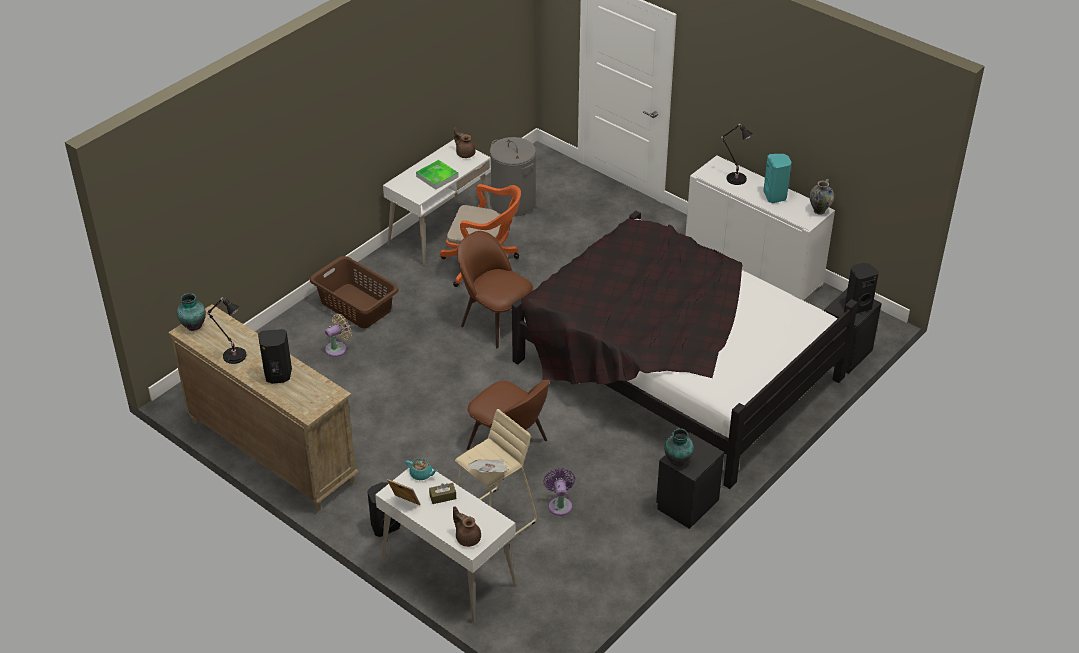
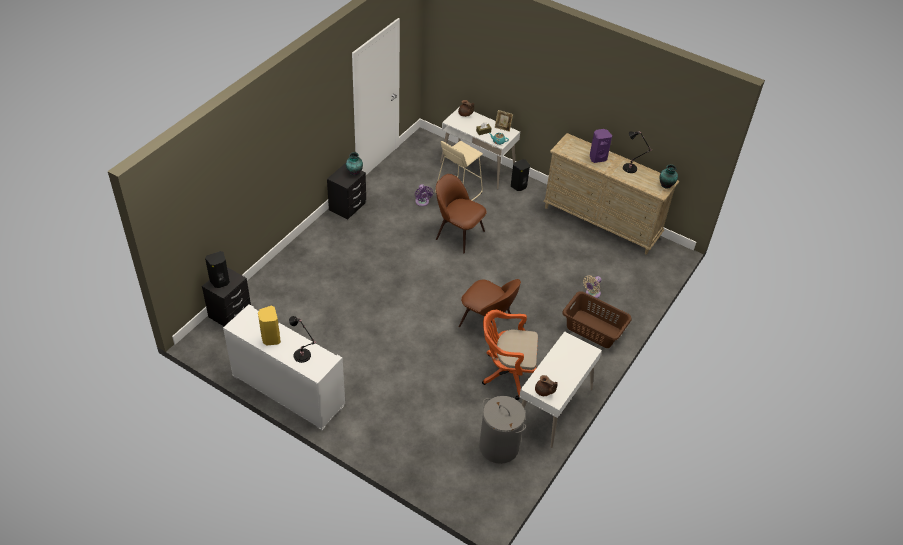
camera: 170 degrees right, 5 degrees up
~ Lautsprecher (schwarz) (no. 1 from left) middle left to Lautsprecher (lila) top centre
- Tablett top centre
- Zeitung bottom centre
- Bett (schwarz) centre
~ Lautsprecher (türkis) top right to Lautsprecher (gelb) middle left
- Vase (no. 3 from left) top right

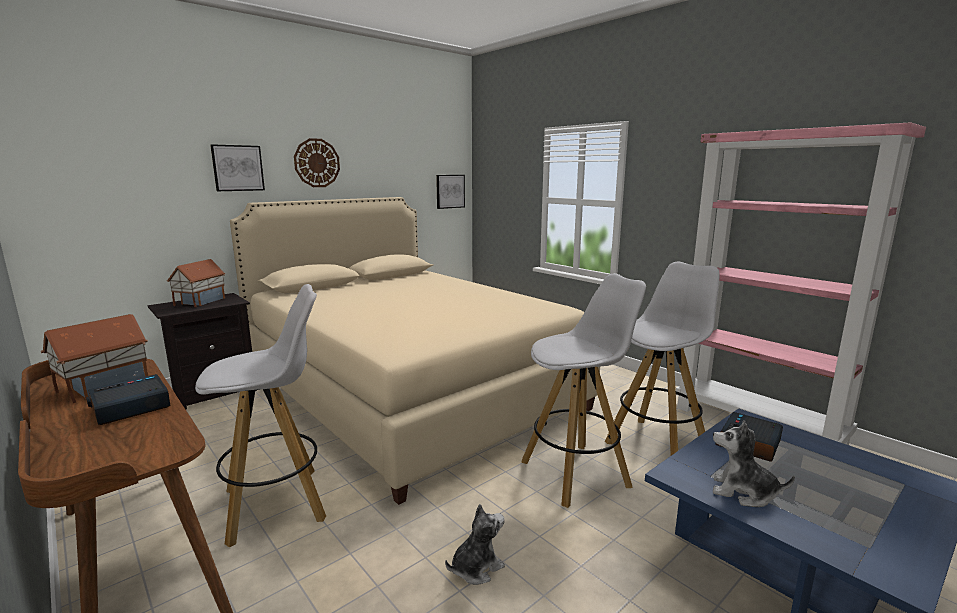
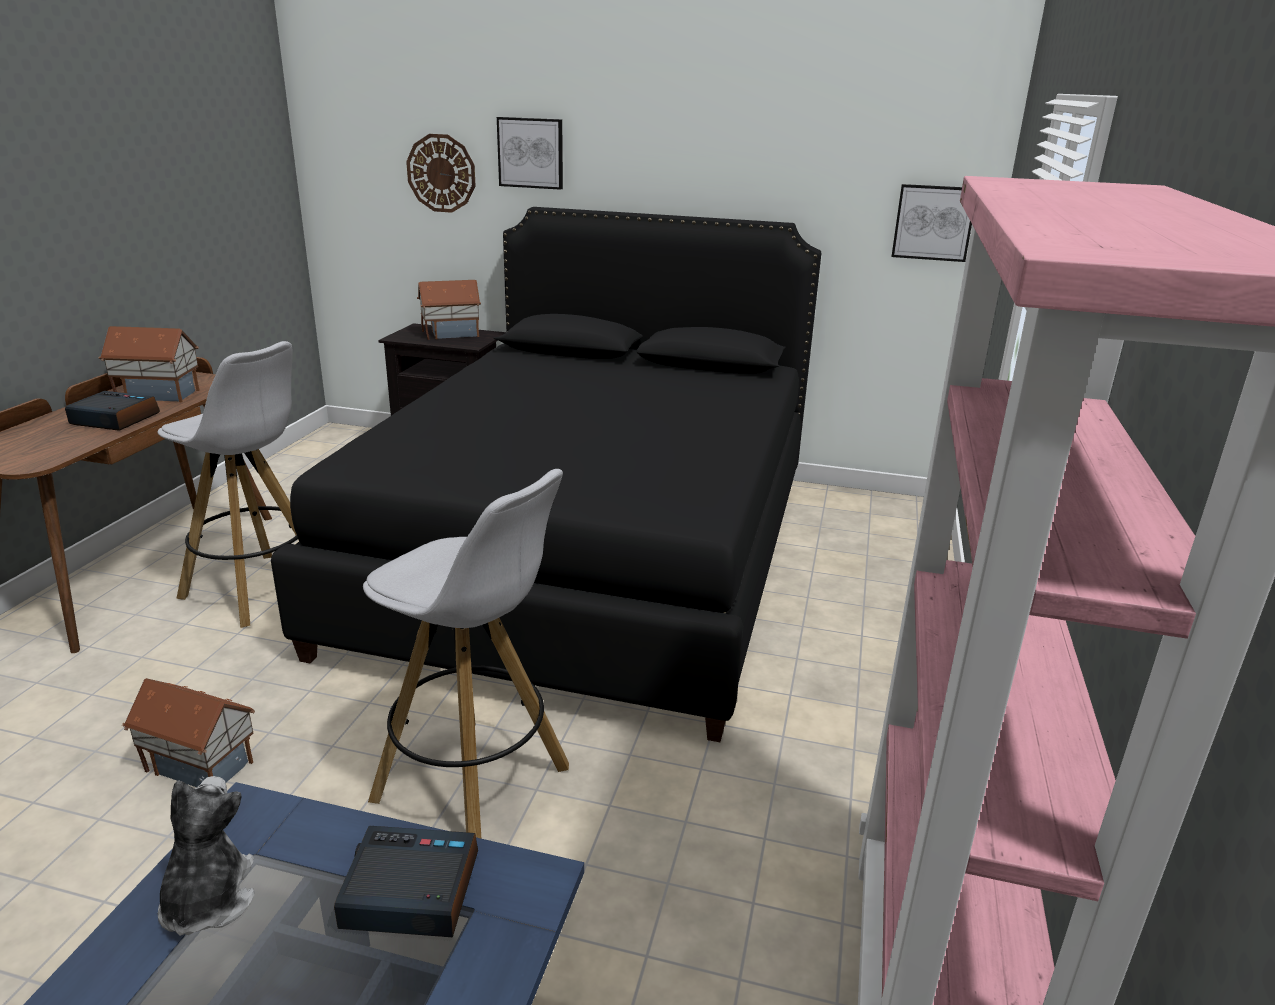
camera: 55 degrees right, 10 degrees up
~ Bett (beige) centre to Bett (schwarz) centre
~ Wanduhr top left to top centre
~ Plüschtier (no. 1 from left) bottom centre to Spielzeughaus (no. 2 from left) bottom left
- Hocker (weiß) (no. 3 from left) middle right

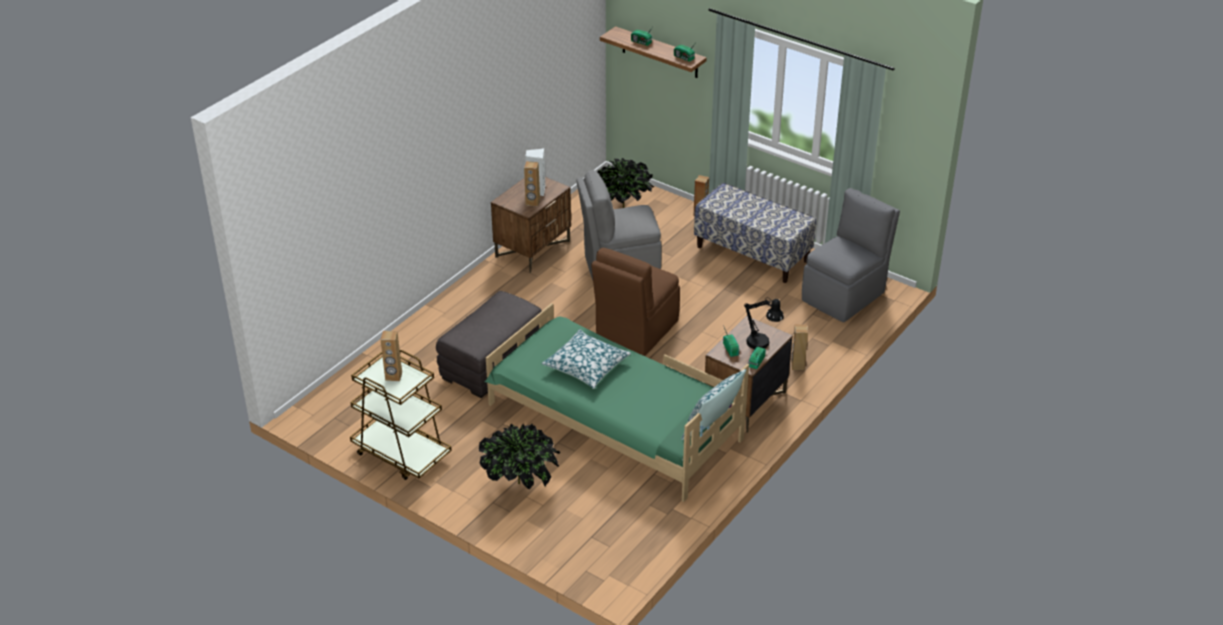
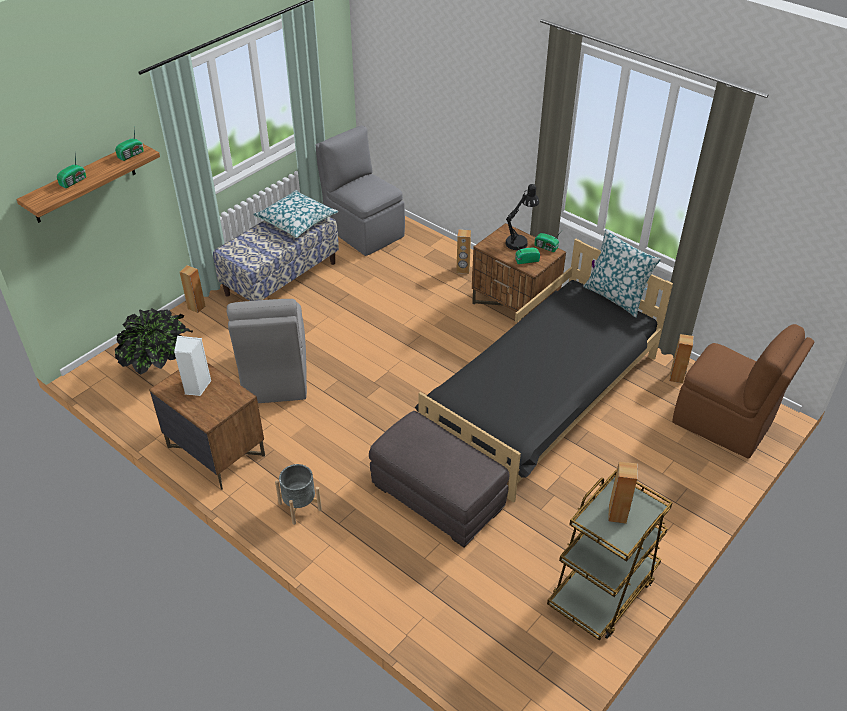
camera: 85 degrees left, 5 degrees up
- Topfpflanze (no. 1 from left) bottom centre
~ Bett (grün) centre to Bett (schwarz) centre
~ Lautsprecher (braun) (no. 2 from left in the first image) top centre to Lautsprecher (braun) (no. 4 from left) middle right
~ Kissen (no. 1 from left) centre to top centre
~ Stuhl (braun) centre to middle right
+ Pflanzkübel (grau) bottom centre

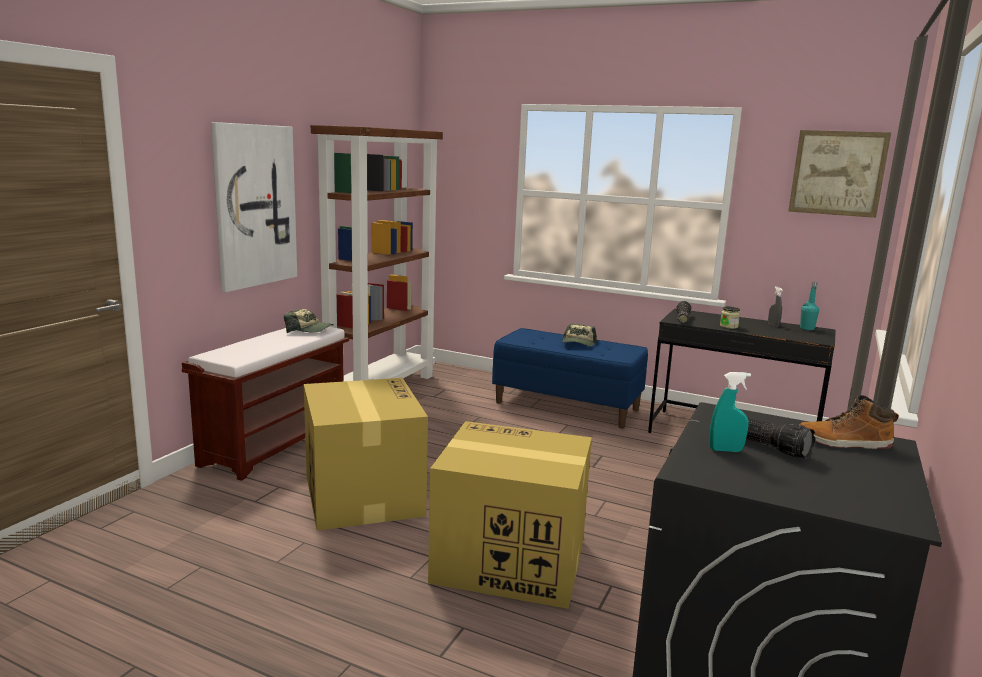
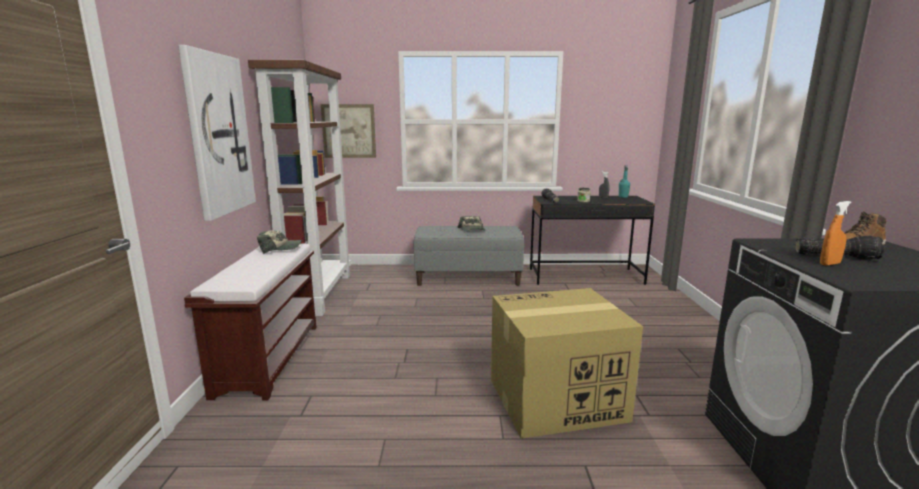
camera: 25 degrees left, 0 degrees up
- Karton (no. 1 from left) bottom centre
~ Bank (blau) centre to Bank (grau) centre
~ Sprühflasche (türkis) middle right to Sprühflasche (orange) middle right
~ Bild (no. 2 from left) top right to top centre

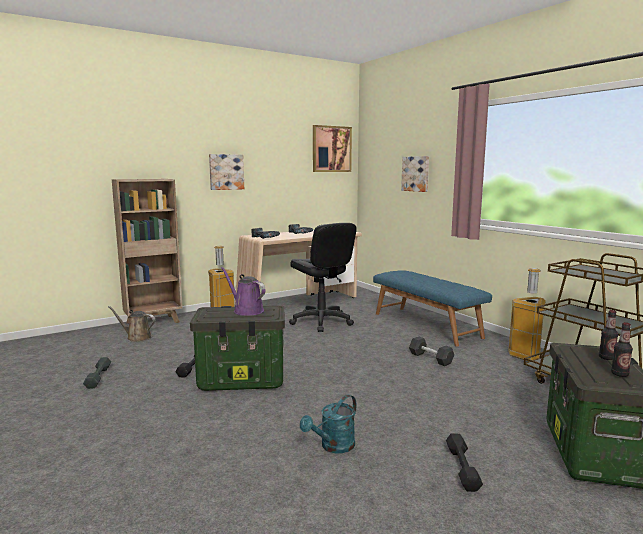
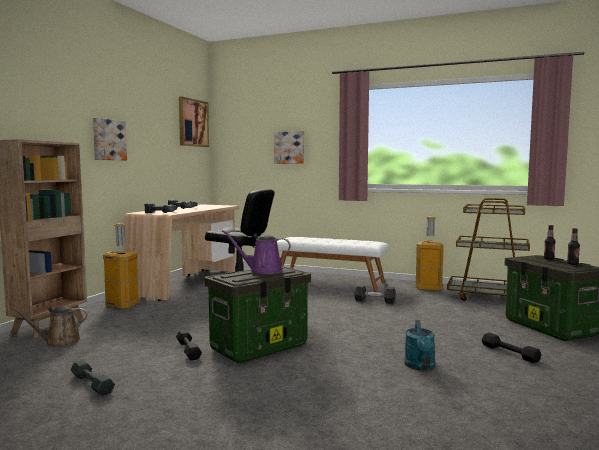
camera: 35 degrees left, 5 degrees down
~ Bank (blau) middle right to Bank (weiß) centre

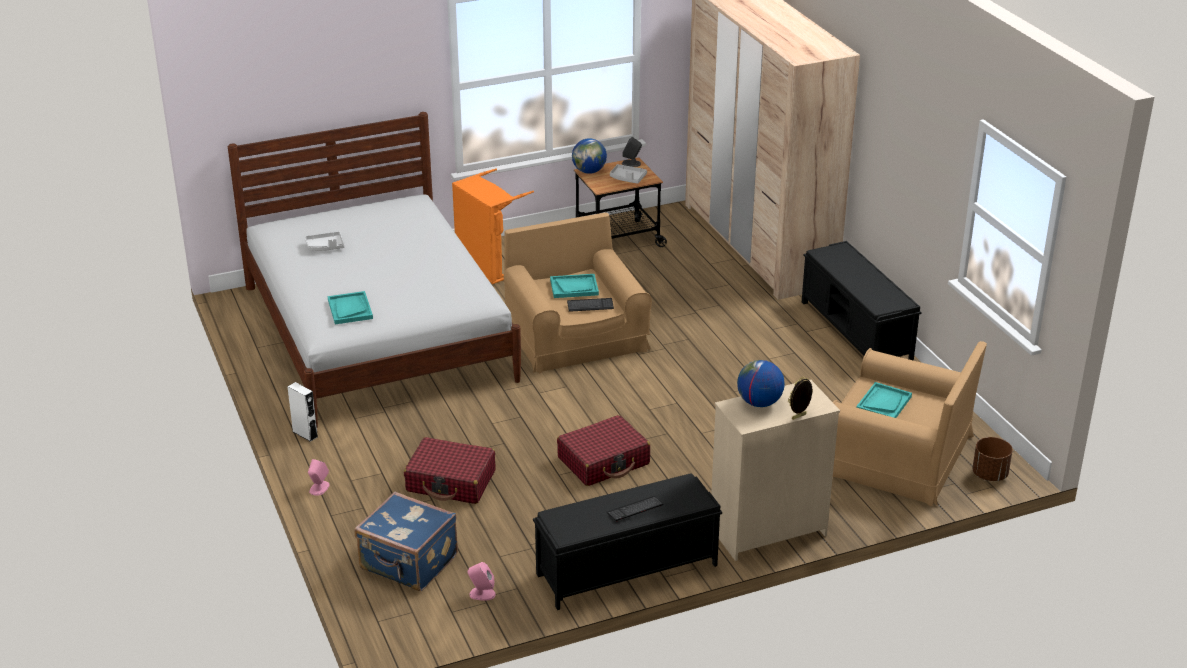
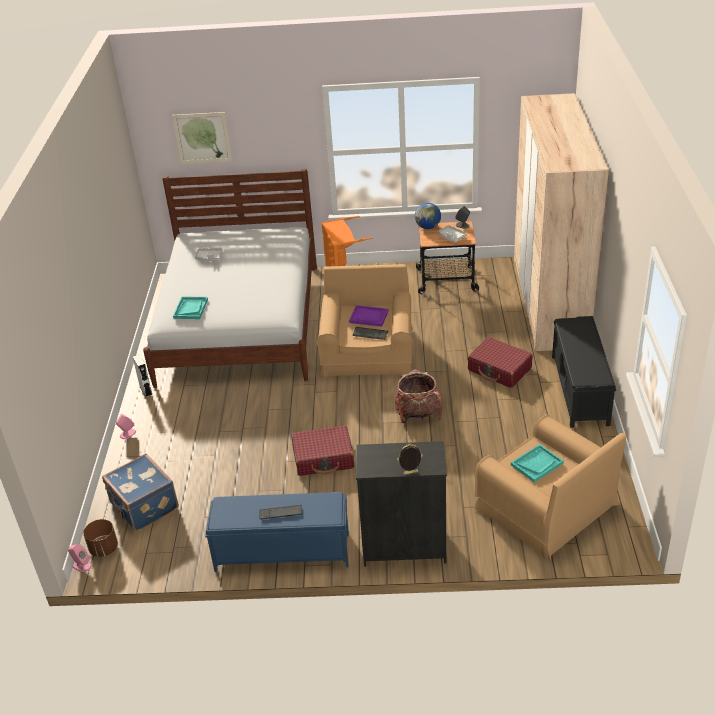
camera: 25 degrees right, 5 degrees up
~ Koffer (rot) (no. 1 from left in the first image) bottom centre to Koffer (rot) (no. 2 from left) middle right
~ Lautsprecher (rosa) (no. 2 from left in the first image) bottom centre to Lautsprecher (rosa) (no. 1 from left) bottom left
~ Bank (schwarz) (no. 1 from left) bottom centre to Bank (blau) bottom centre
~ Tablett (türkis) (no. 2 from left) centre to Tablett (lila) centre
~ Kommode (beige) bottom centre to Kommode (schwarz) bottom centre
- Globus (no. 2 from left) centre
~ Pflanzkübel (braun) bottom right to bottom left
+ Bild top left
+ Rucksack centre

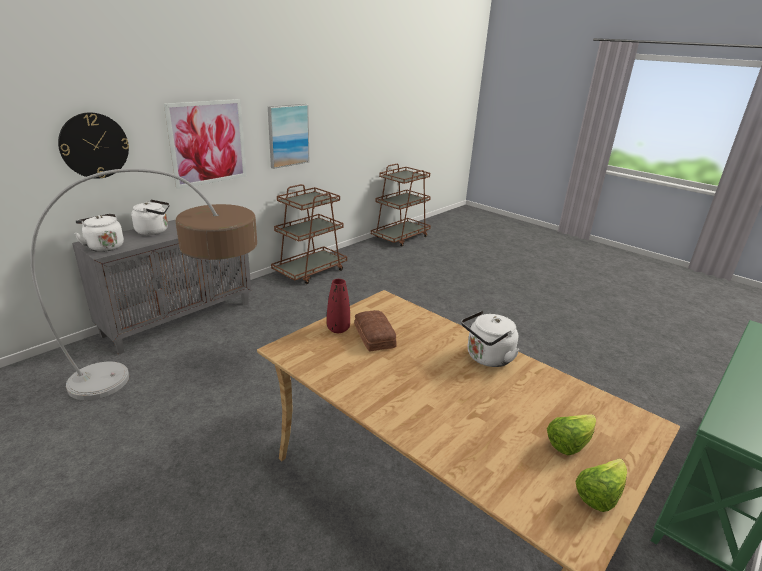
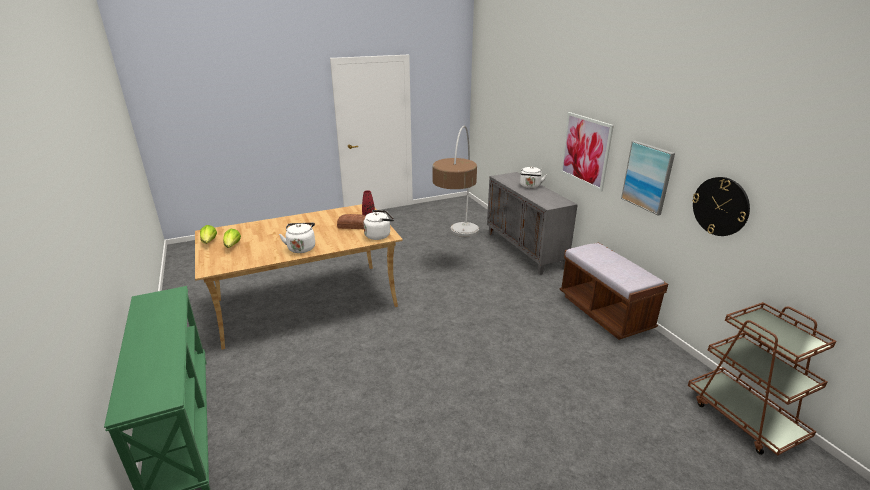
camera: 115 degrees right, 0 degrees up
~ Wanduhr top left to middle right
~ Wasserkessel (weiß) (no. 1 from left in the first image) middle left to Wasserkessel (weiß) (no. 2 from left) centre
~ Rollwagen (braun) (no. 1 from left) centre to Bank (braun) middle right

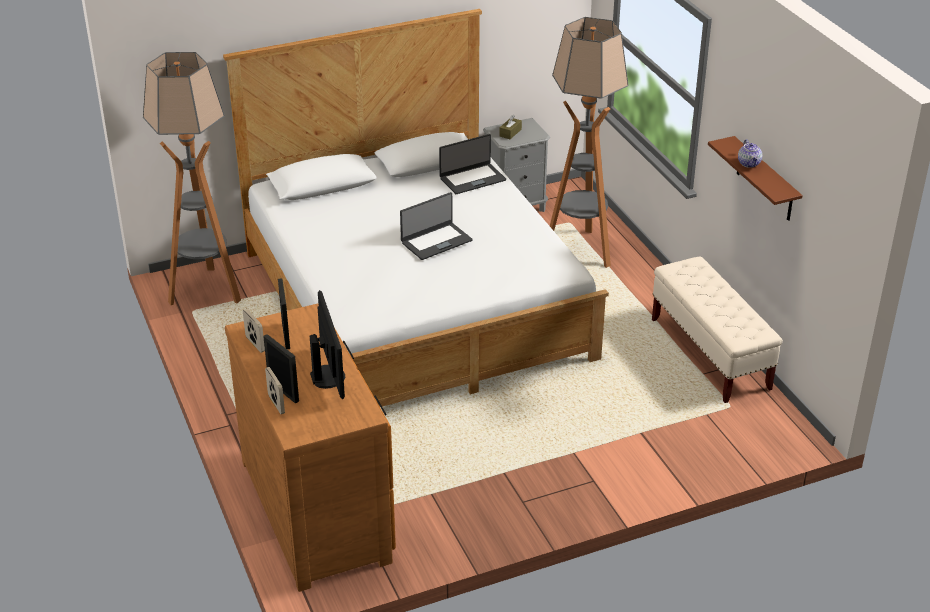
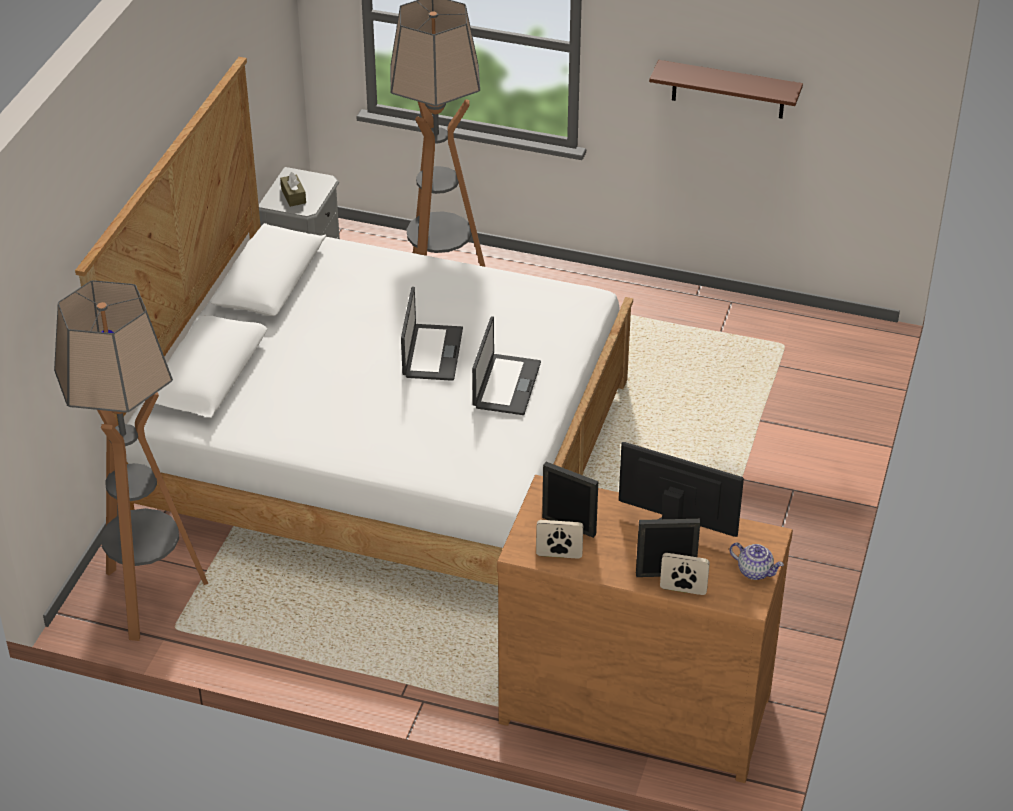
camera: 50 degrees left, 5 degrees up
~ Laptop (no. 2 from left) top centre to centre
- Bank (beige) middle right
~ Teekanne top right to bottom right

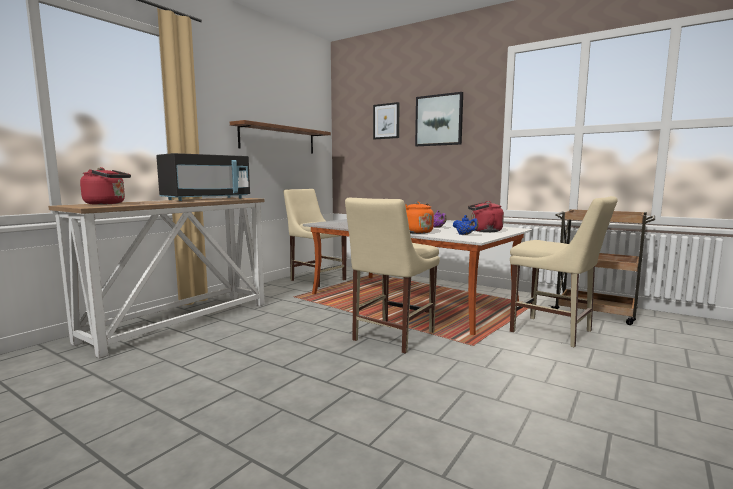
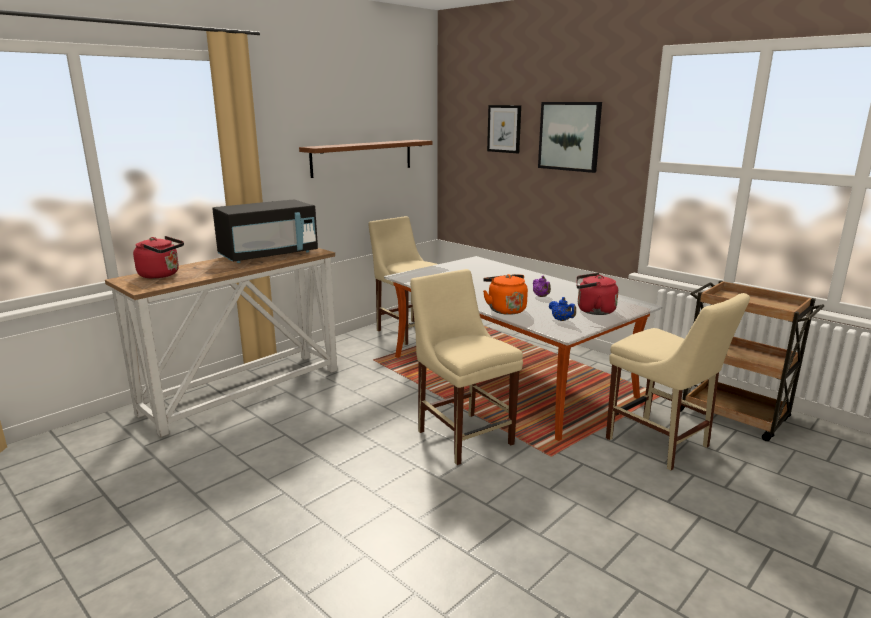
camera: 10 degrees right, 10 degrees up
~ Stuhl (beige) (no. 2 from left) centre = centre 105 degrees clockwise

